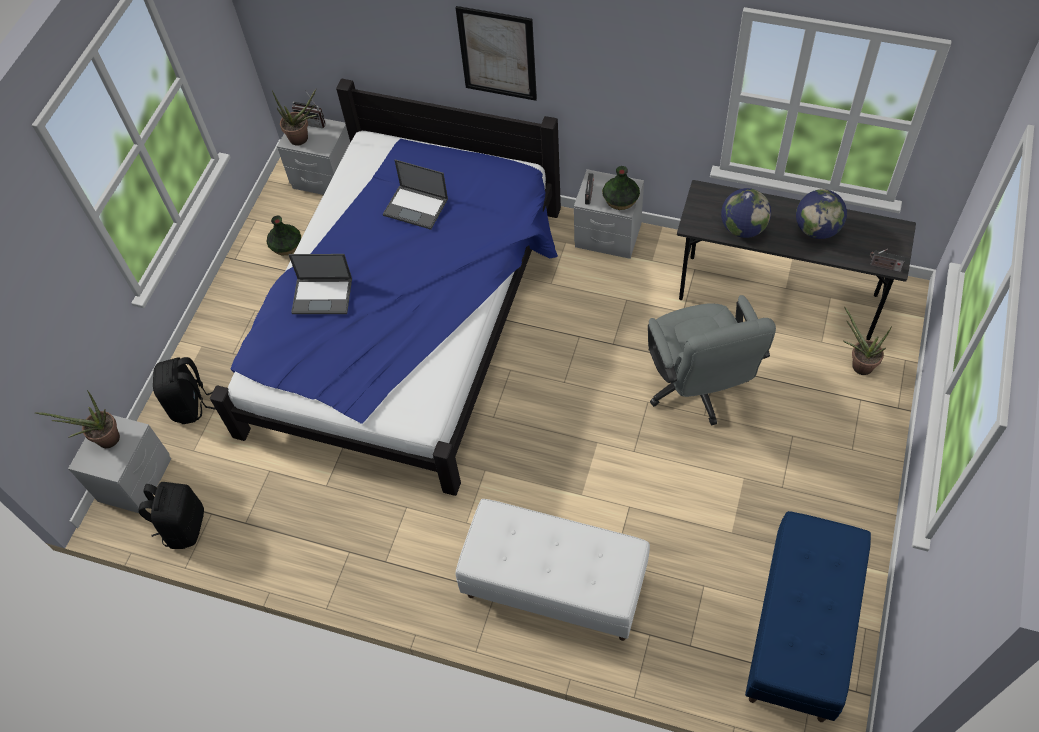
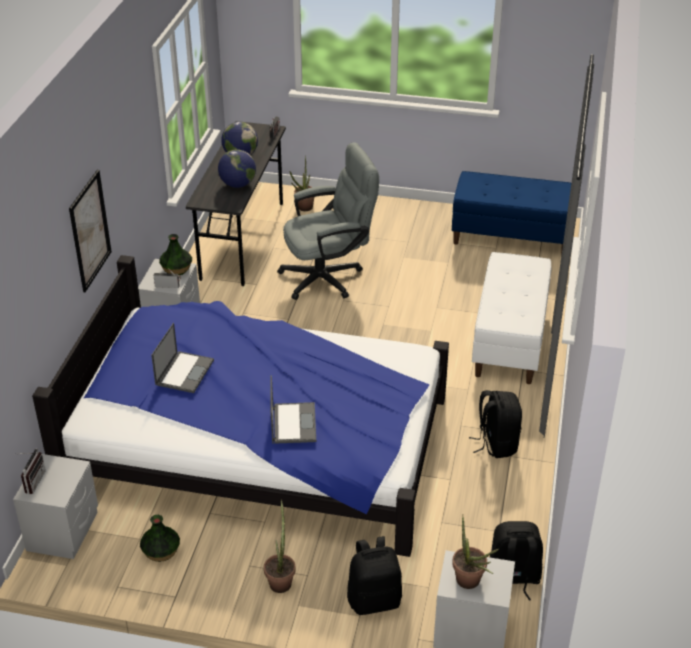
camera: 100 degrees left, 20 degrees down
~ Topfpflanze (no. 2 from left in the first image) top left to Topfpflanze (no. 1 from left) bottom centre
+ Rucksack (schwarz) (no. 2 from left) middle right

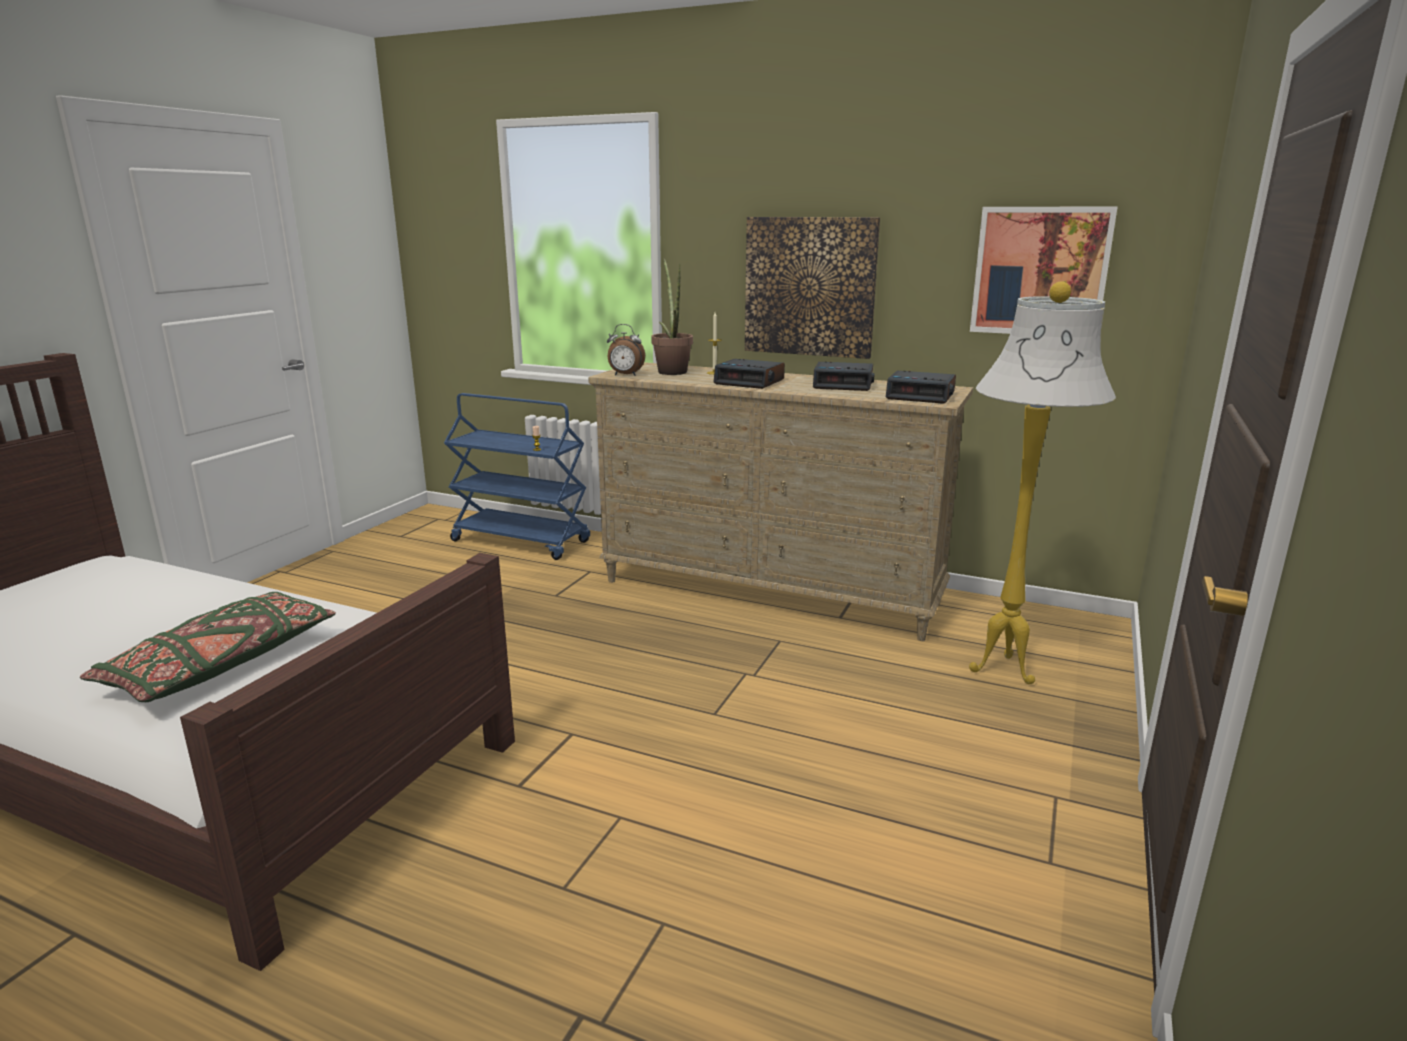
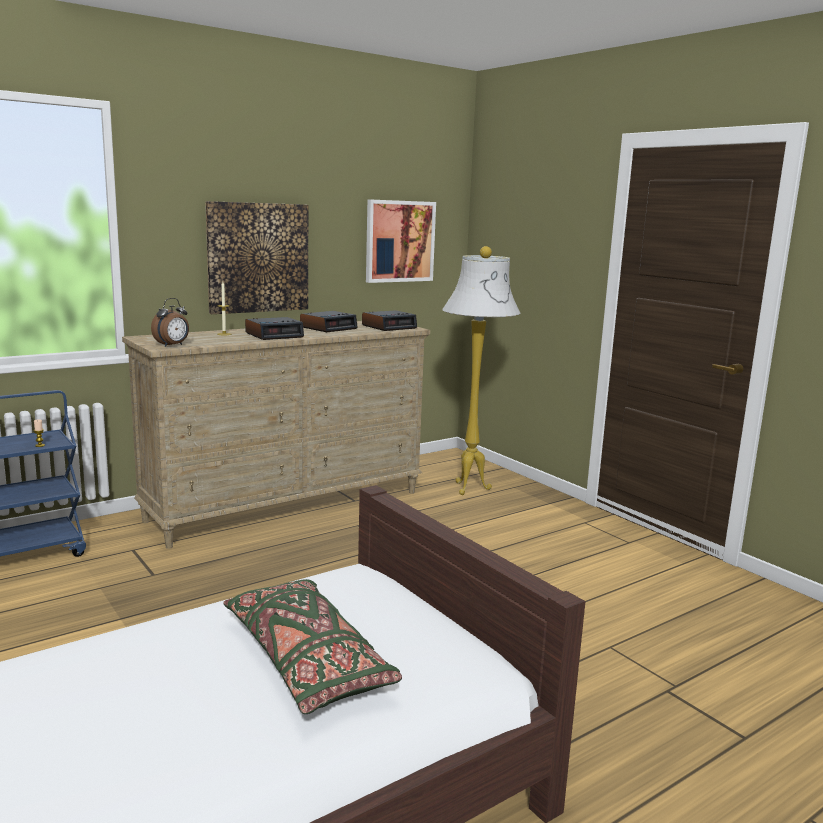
camera: 60 degrees left, 5 degrees down
- Topfpflanze top centre

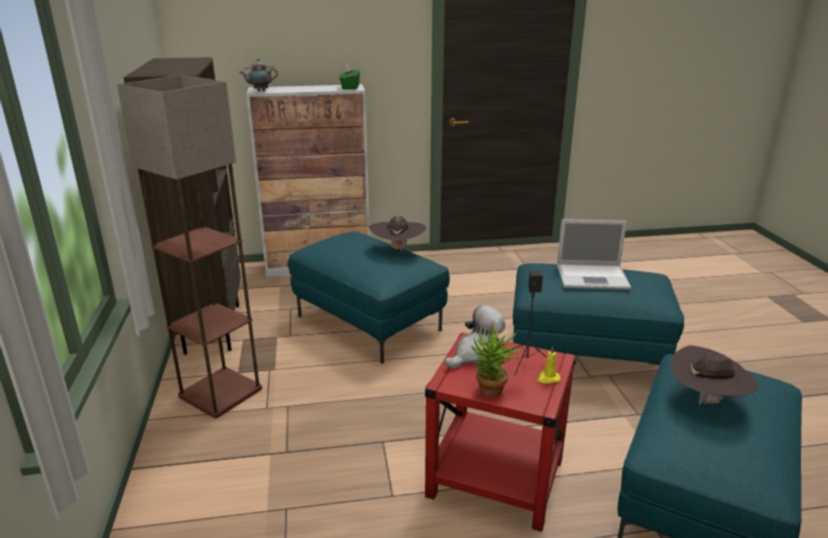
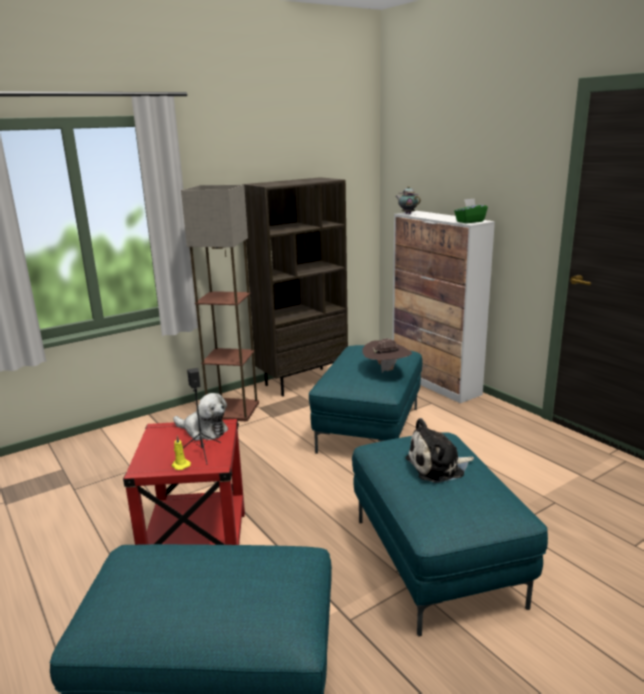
camera: 65 degrees right, 5 degrees down
- Topfpflanze bottom centre
~ Laptop middle right to Plüschtier (no. 2 from left) middle right
- Hut (braun) (no. 2 from left) bottom right

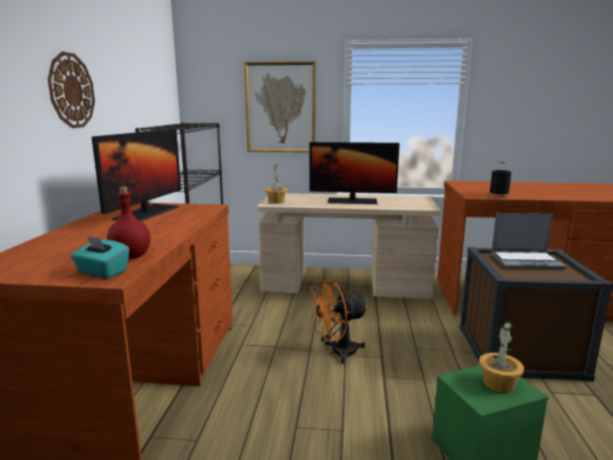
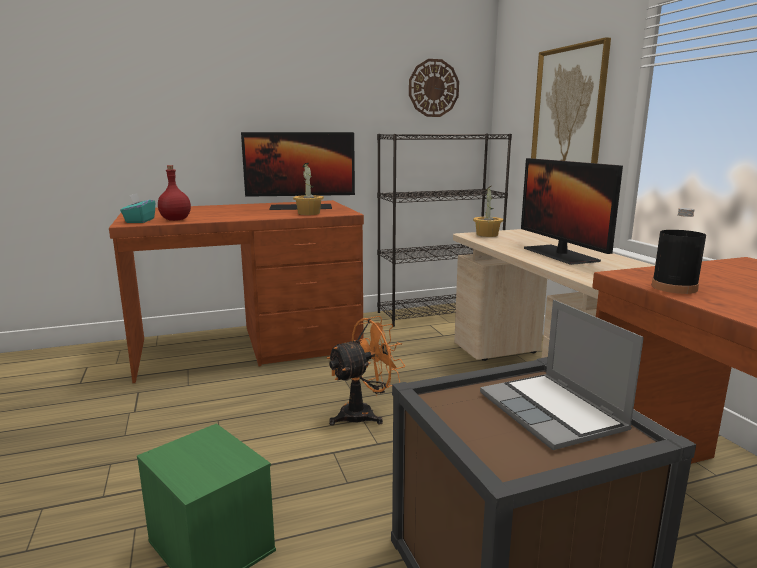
camera: 65 degrees right, 0 degrees up
~ Wanduhr top left to top centre
~ Ventilator (orange) bottom centre = centre 105 degrees clockwise
~ Topfpflanze (no. 2 from left in the first image) bottom right to Topfpflanze (no. 1 from left) top centre

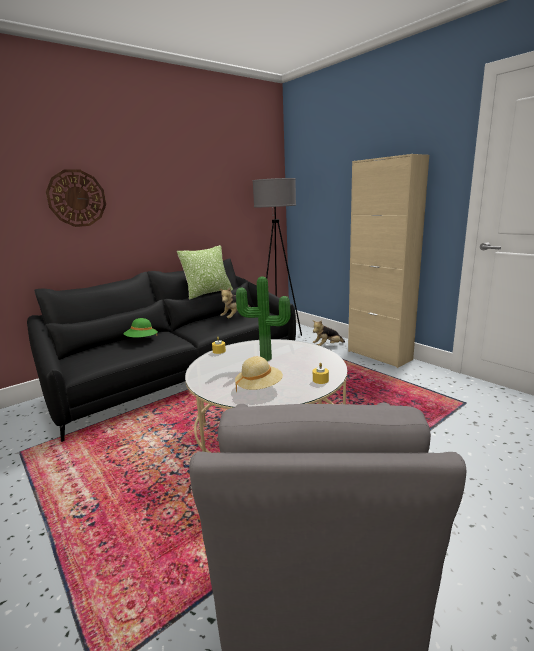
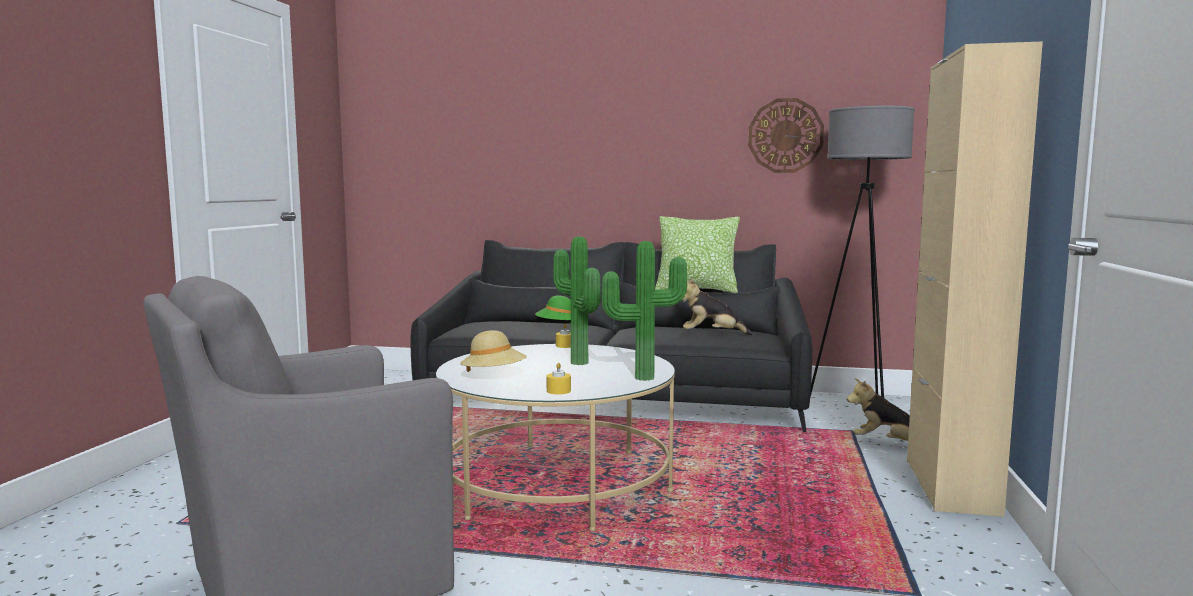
camera: 50 degrees right, 10 degrees down
~ Wanduhr top left to top centre
+ Topfpflanze (no. 2 from left) centre

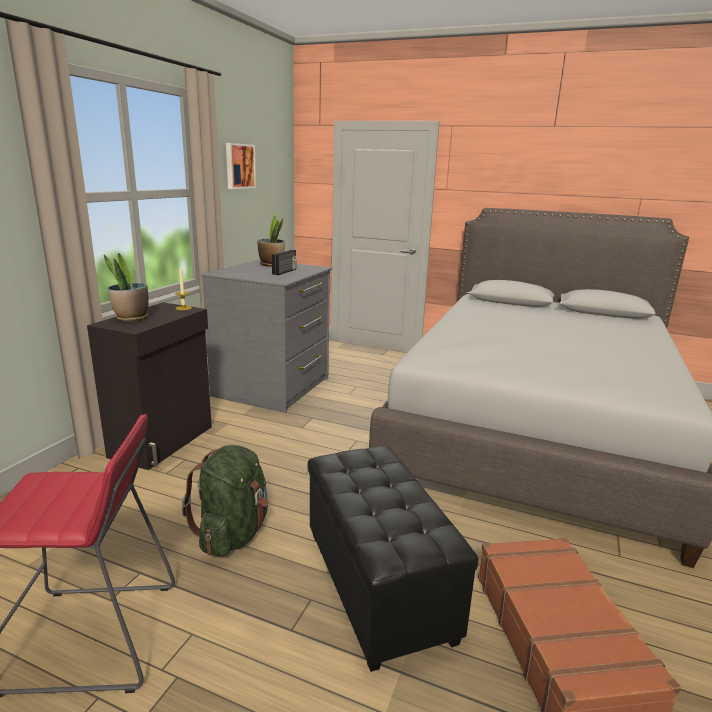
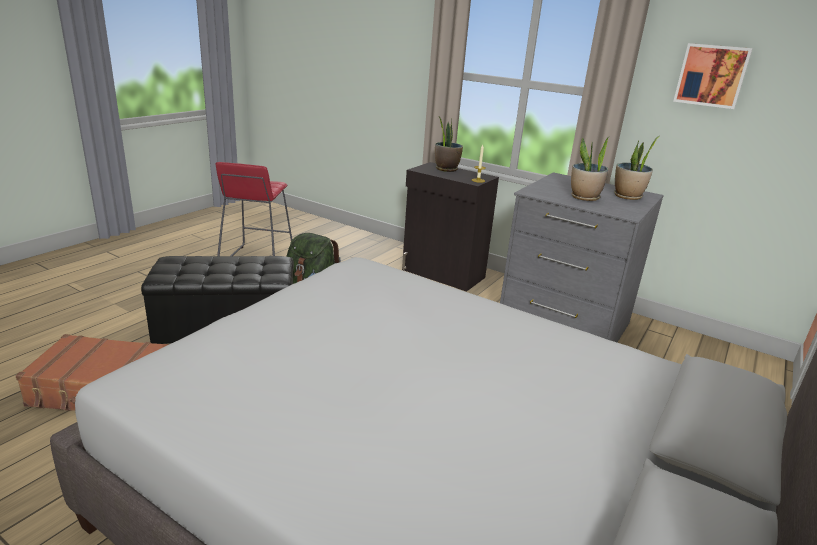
camera: 100 degrees right, 5 degrees up
~ Radio centre to Topfpflanze (no. 2 from left) top right

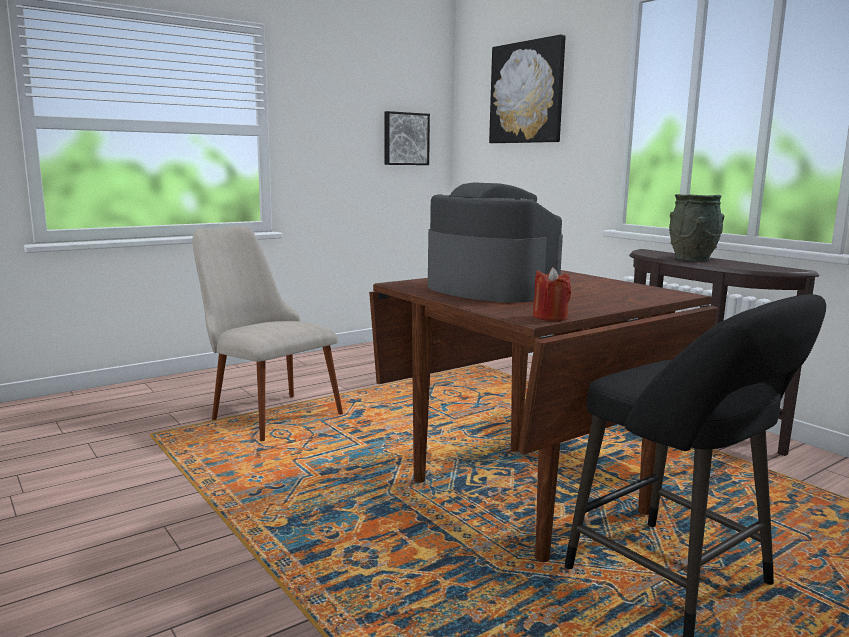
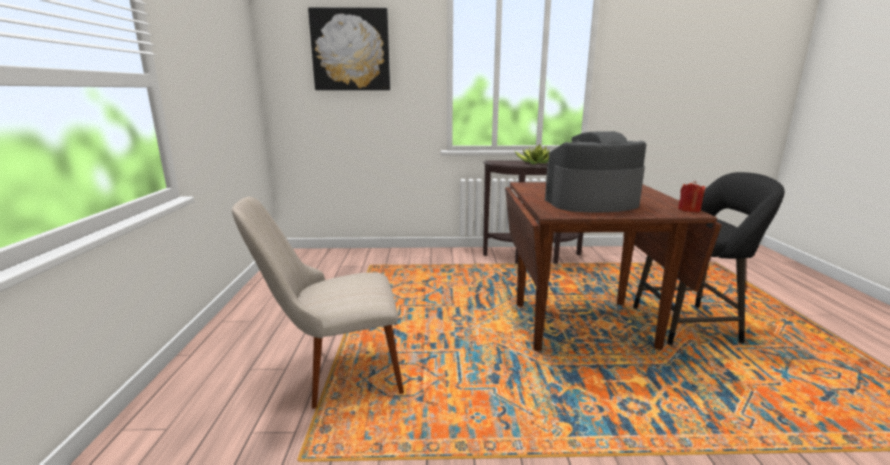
camera: 55 degrees left, 5 degrees up
- Bild (no. 1 from left) top centre
~ Vase (grau) middle right to Topfpflanze top centre

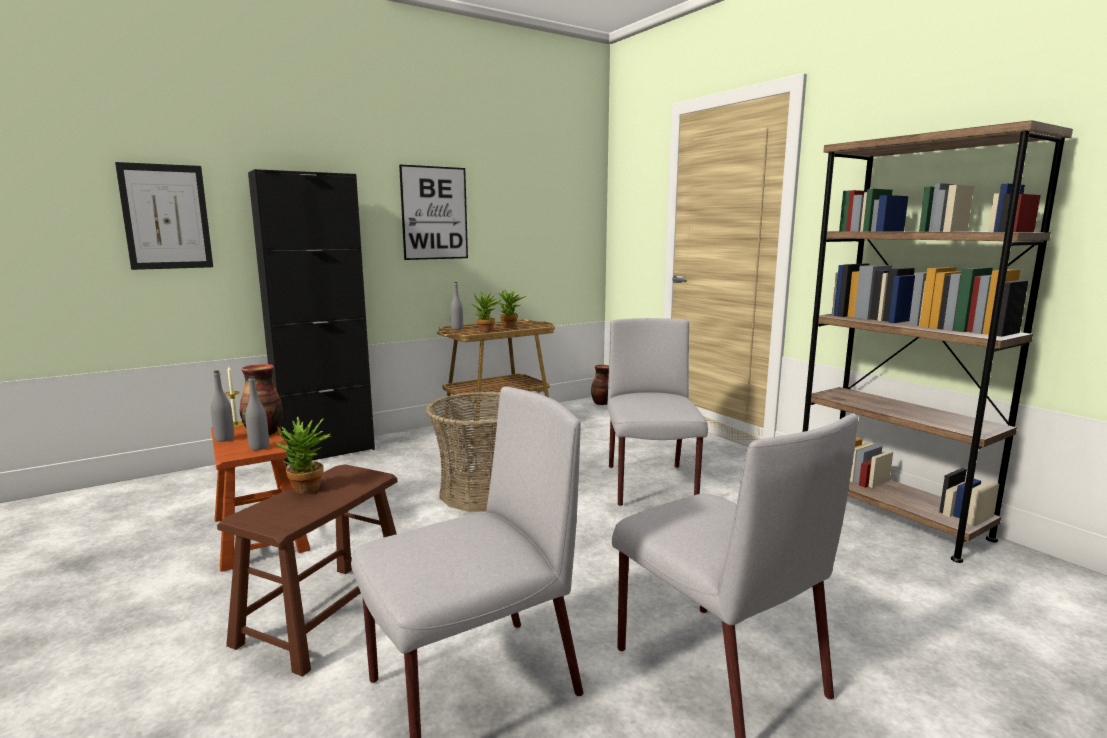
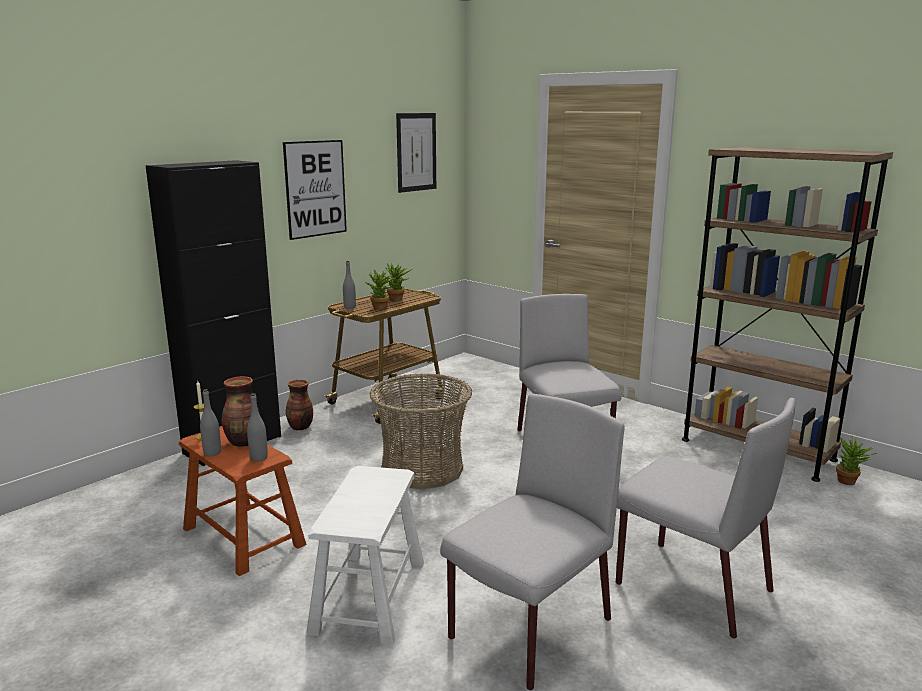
camera: 15 degrees left, 5 degrees up
~ Bild (no. 1 from left in the first image) top left to Bild (no. 2 from left) top centre
~ Hocker (braun) (no. 2 from left) bottom left to Hocker (weiß) bottom centre
~ Topfpflanze (no. 1 from left in the first image) middle left to Topfpflanze (no. 3 from left) middle right
~ Vase (no. 2 from left) centre to middle left

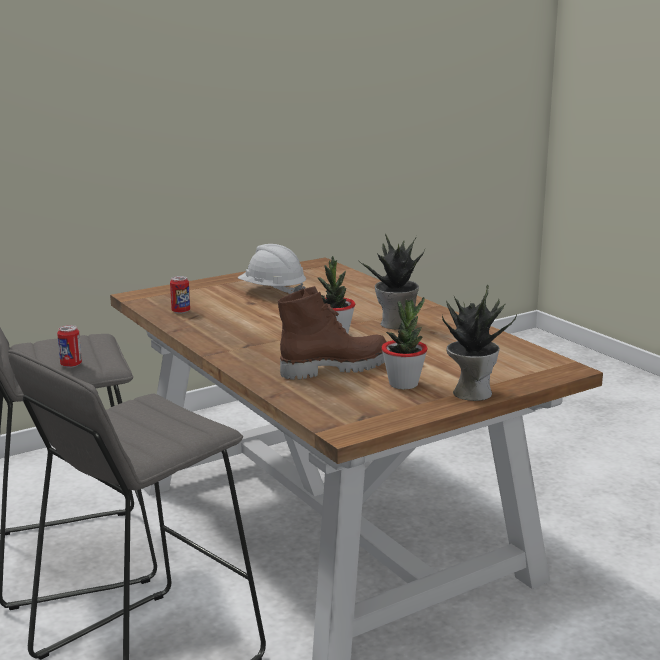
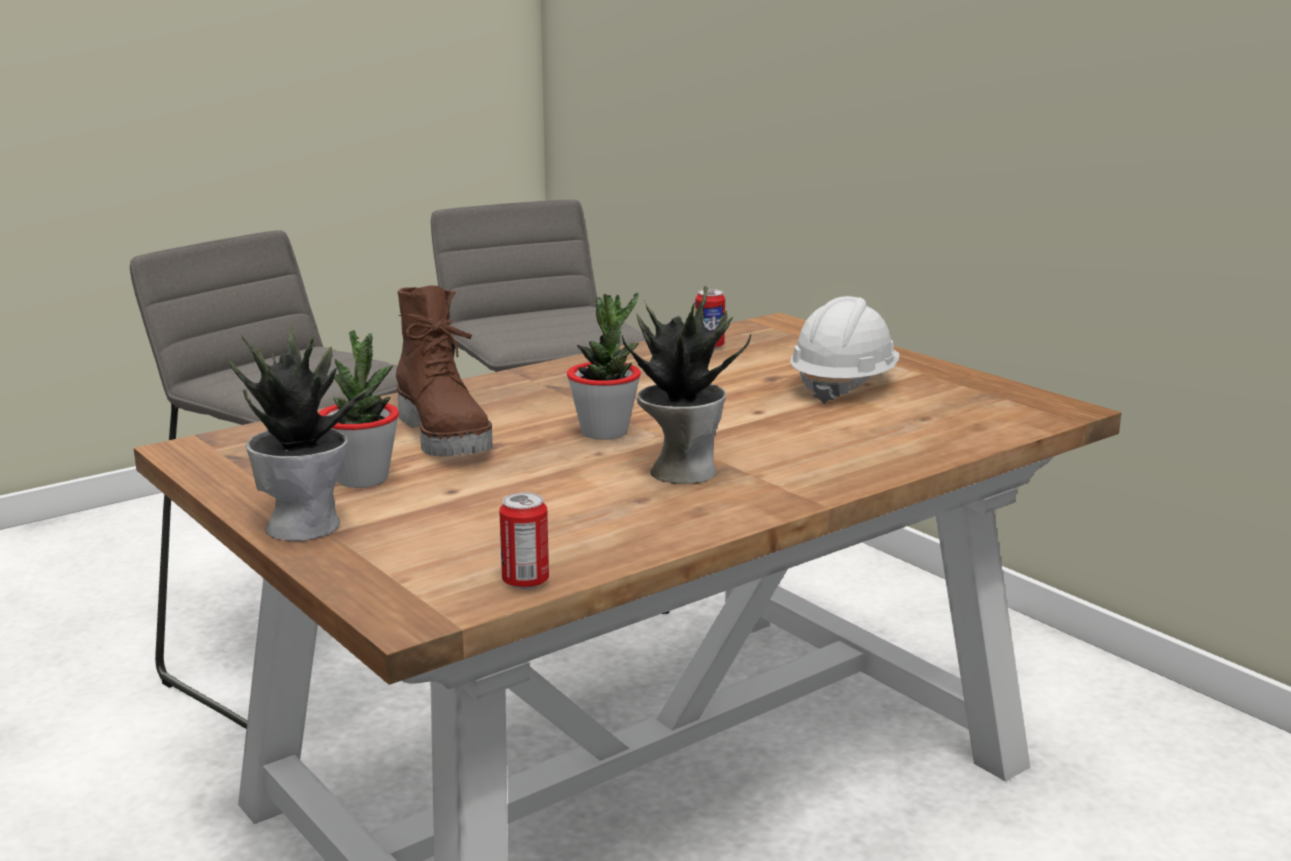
camera: 85 degrees right, 0 degrees up
~ Dose (no. 1 from left) middle left to centre

